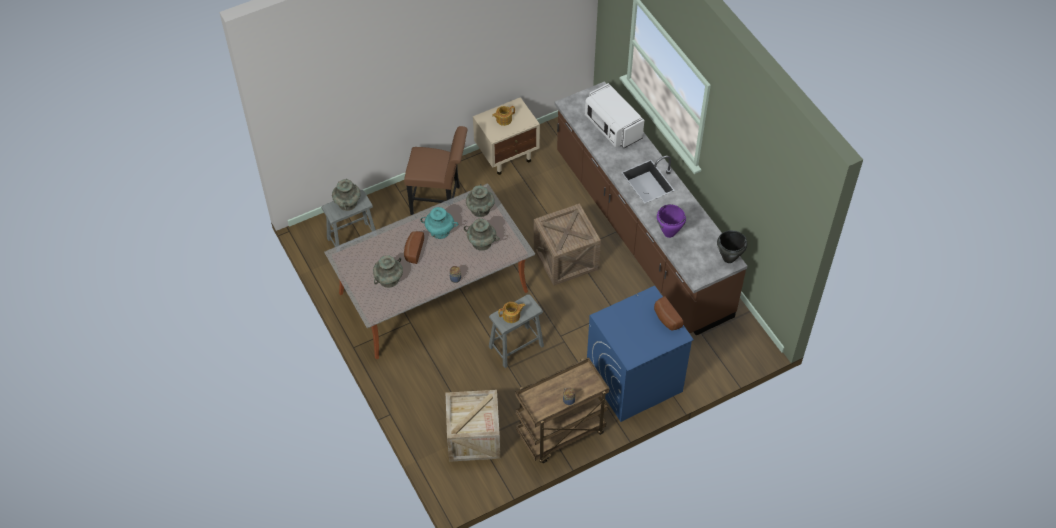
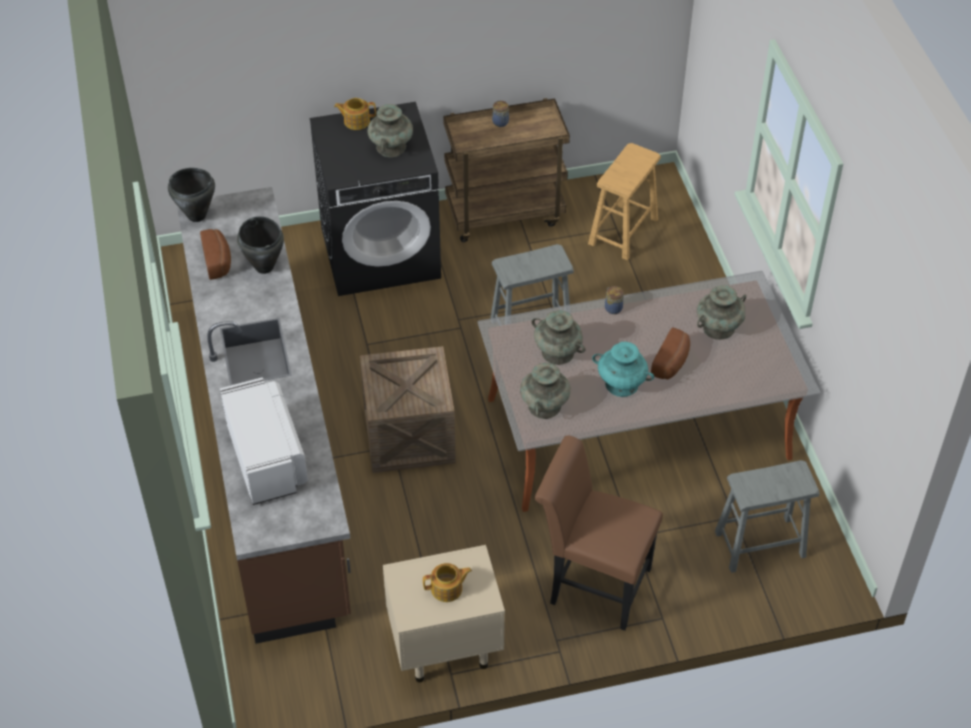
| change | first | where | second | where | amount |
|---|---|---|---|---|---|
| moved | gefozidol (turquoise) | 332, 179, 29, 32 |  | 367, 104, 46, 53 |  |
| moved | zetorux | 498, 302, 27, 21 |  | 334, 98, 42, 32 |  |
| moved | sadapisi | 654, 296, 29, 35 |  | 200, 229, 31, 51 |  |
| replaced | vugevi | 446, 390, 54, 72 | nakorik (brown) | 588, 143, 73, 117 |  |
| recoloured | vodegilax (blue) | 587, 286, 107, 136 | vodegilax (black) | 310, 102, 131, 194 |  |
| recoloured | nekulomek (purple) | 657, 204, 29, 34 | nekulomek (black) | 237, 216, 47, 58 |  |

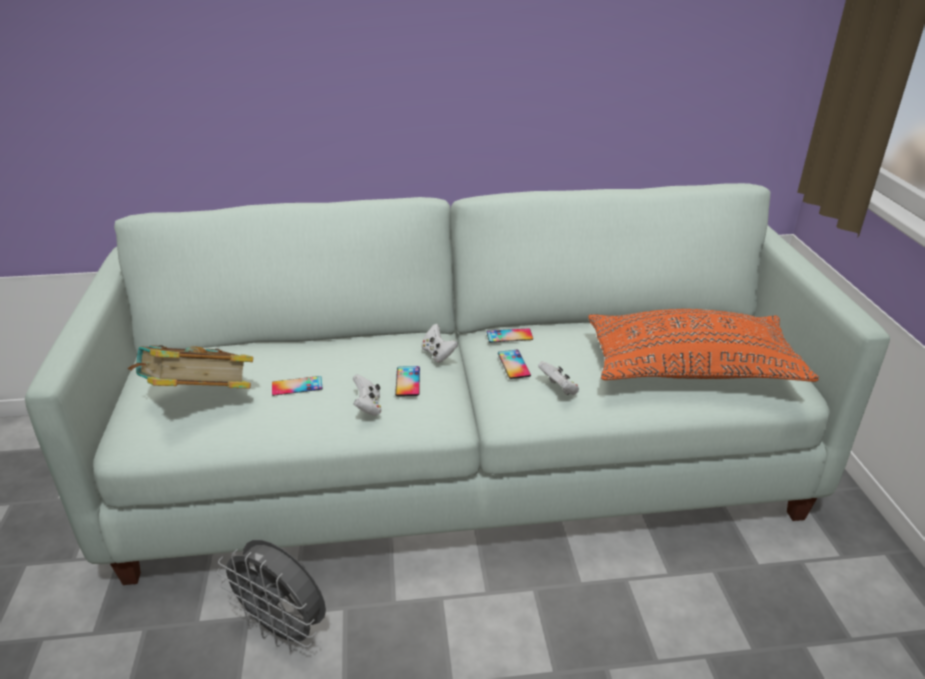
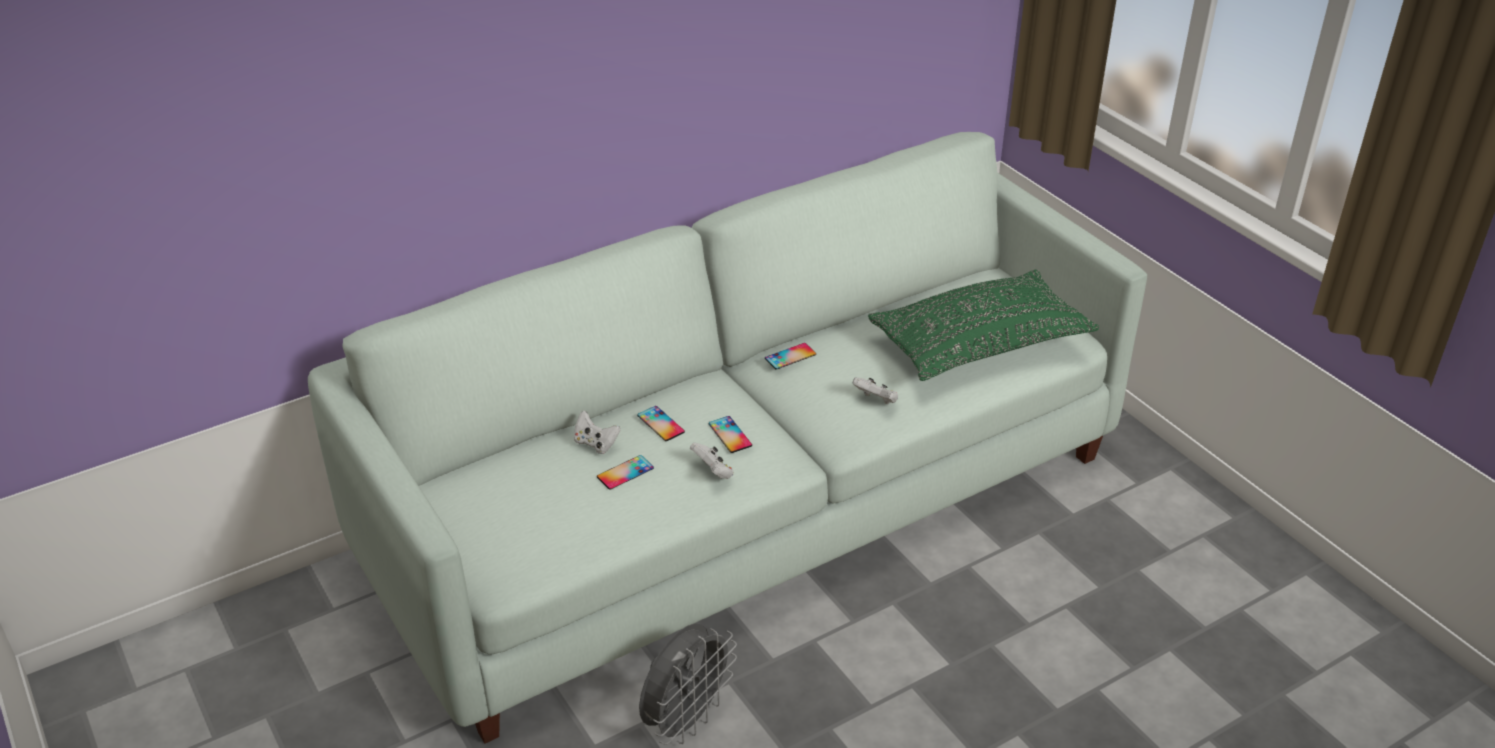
| change | first | where | second | where | amount |
|---|---|---|---|---|---|
| removed | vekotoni | 128, 345, 125, 44 |  |  |  |
| moved | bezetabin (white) | 421, 324, 37, 38 |  | 574, 411, 46, 43 |  |
| moved | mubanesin | 498, 350, 33, 29 |  | 637, 406, 48, 35 |  |
| recoloured | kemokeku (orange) | 589, 309, 230, 73 | kemokeku (green) | 868, 270, 231, 111 |  |
| turned | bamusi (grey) | 217, 540, 109, 111 |  | 639, 623, 98, 122 | 60 degrees counterclockwise |

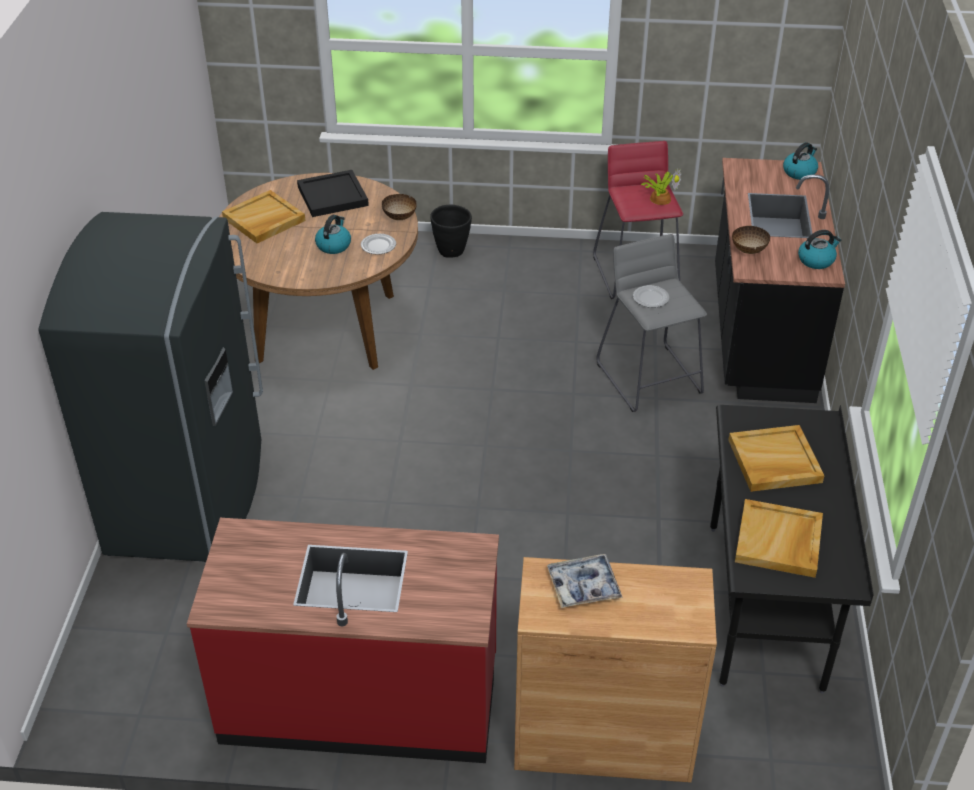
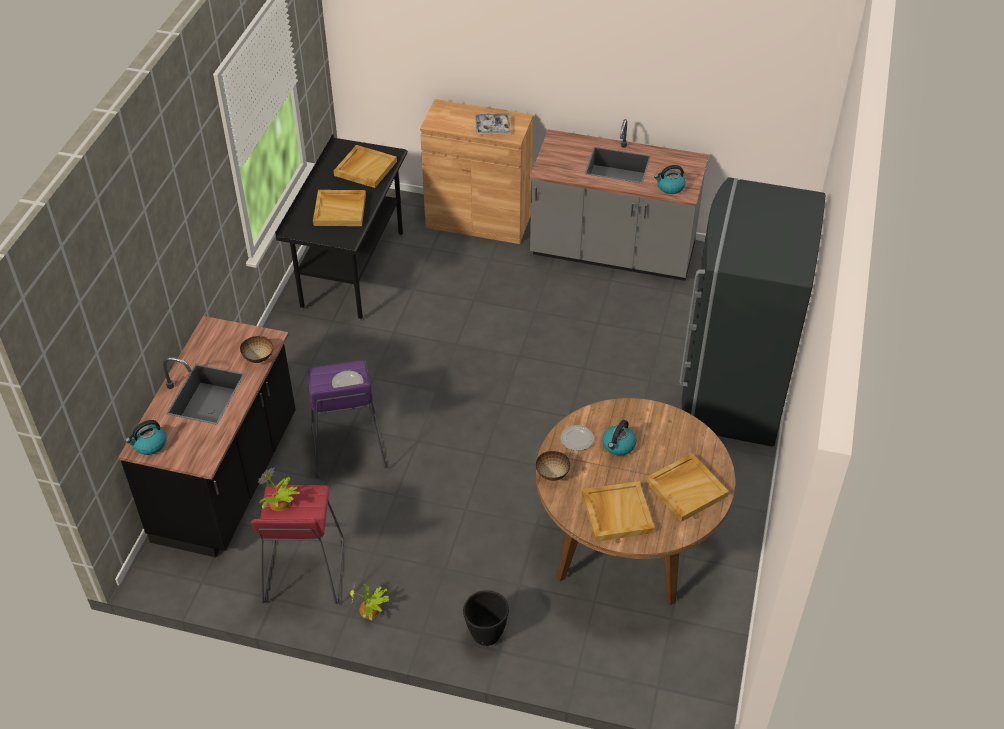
| change | first | where | second | where | amount |
|---|---|---|---|---|---|
| added |  |  | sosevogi | 350, 584, 40, 36 |  |
| moved | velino | 798, 230, 44, 39 |  | 654, 165, 32, 29 |  |
| recoloured | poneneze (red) | 187, 518, 312, 245 | poneneze (grey) | 529, 119, 180, 162 |  |
| recoloured | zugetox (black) | 297, 170, 72, 47 | zugetox (beige) | 582, 481, 72, 61 |  |
| recoloured | nakorik (grey) | 596, 234, 111, 178 | nakorik (purple) | 307, 360, 80, 119 |  |

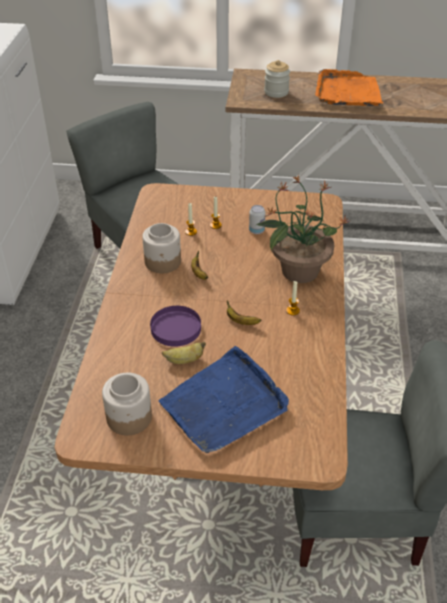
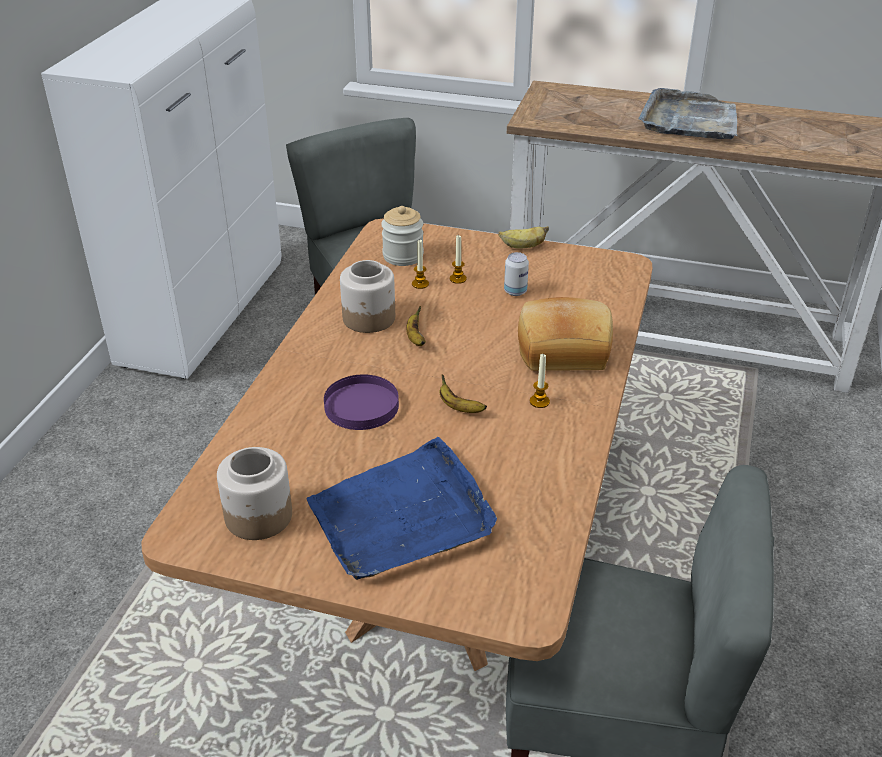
| change | first | where | second | where | amount |
|---|---|---|---|---|---|
| moved | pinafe | 162, 342, 44, 22 |  | 498, 226, 51, 22 |  |
| moved | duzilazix | 264, 60, 26, 38 |  | 381, 206, 43, 60 |  |
| replaced | sosevogi | 256, 175, 95, 108 | sadapisi | 518, 297, 95, 74 |  |
| recoloured | zugetox (orange) | 315, 69, 68, 37 | zugetox (grey) | 638, 88, 99, 51 |  |

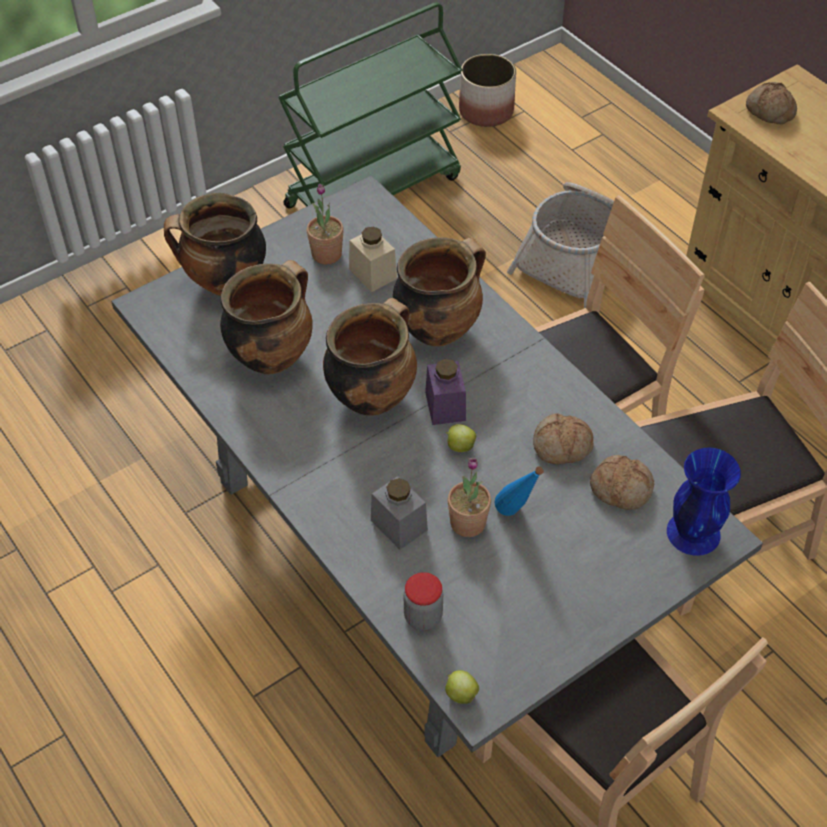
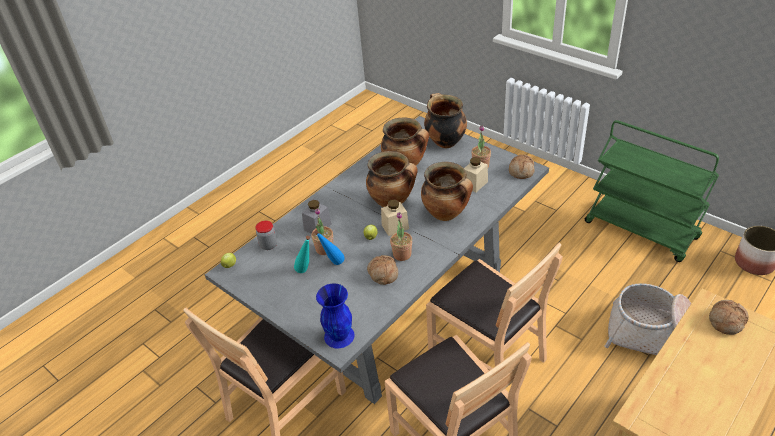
| change | first | where | second | where | amount |
|---|---|---|---|---|---|
| added |  |  | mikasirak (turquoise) | 294, 236, 16, 37 |  |
| added |  |  | sosevogi | 390, 212, 22, 49 |  |
| moved | sadapisi | 590, 455, 64, 55 |  | 509, 154, 26, 25 |  |
| recoloured | duzilazix (purple) | 425, 359, 41, 66 | duzilazix (beige) | 381, 200, 28, 36 |  |

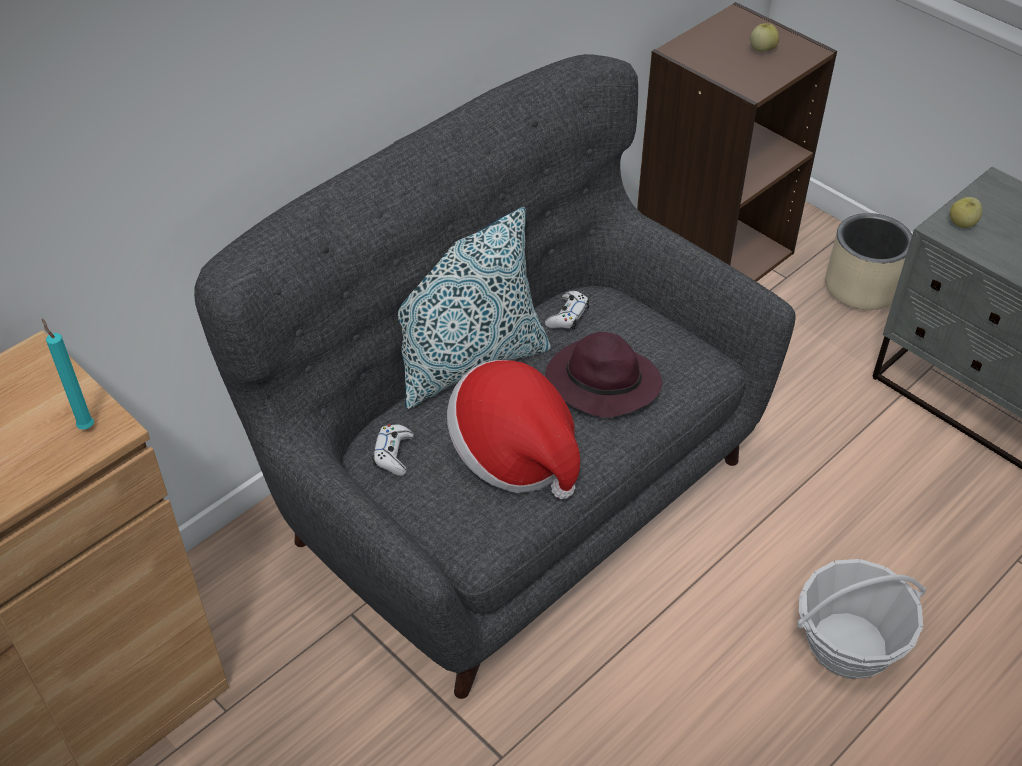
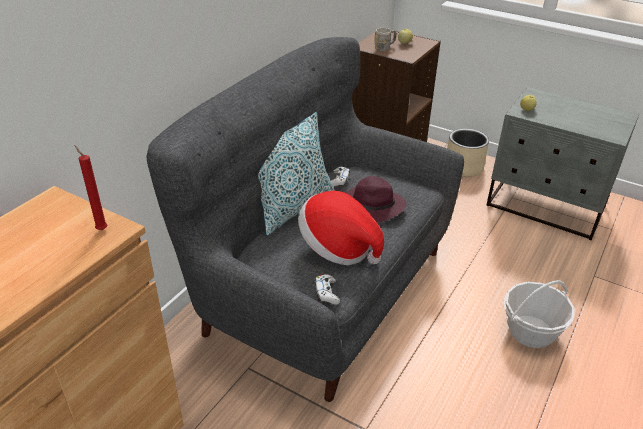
| change | first | where | second | where | amount |
|---|---|---|---|---|---|
| added |  |  | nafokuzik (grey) | 374, 28, 23, 24 |  |
| moved | bezetabin (white) | 372, 424, 42, 52 |  | 315, 274, 25, 30 |  |
| recoloured | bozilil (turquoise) | 42, 319, 52, 111 | bozilil (red) | 75, 145, 32, 85 |  |

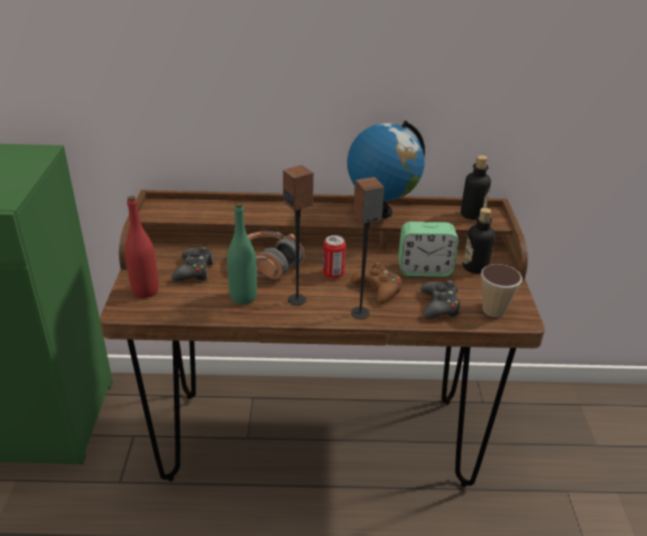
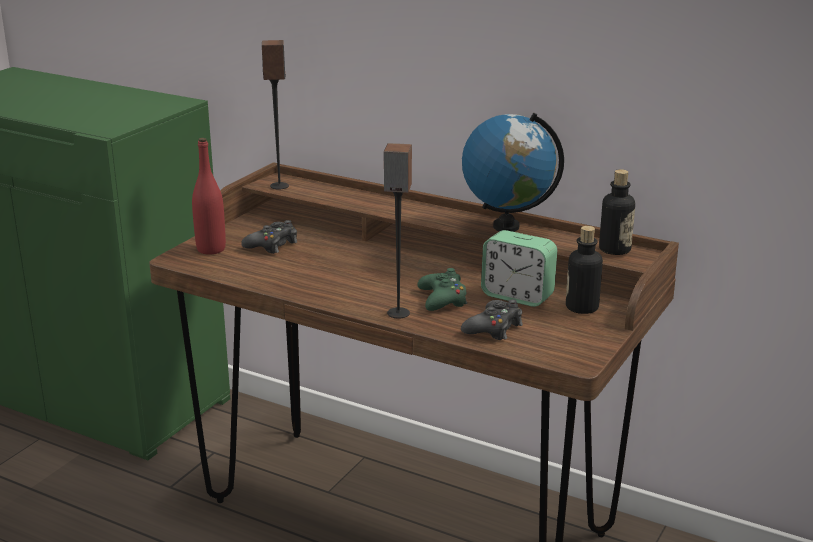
| change | first | where | second | where | amount |
|---|---|---|---|---|---|
| removed | mikasirak (green) | 227, 202, 30, 103 |  |  |  |
| removed | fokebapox | 247, 231, 58, 49 |  |  |  |
| removed | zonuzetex | 323, 235, 23, 43 |  |  |  |
| removed | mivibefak | 481, 264, 41, 53 |  |  |  |
| moved | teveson | 283, 165, 31, 141 |  | 262, 40, 27, 149 |  |
| recoloured | bezetabin (brown) | 351, 262, 51, 42 | bezetabin (green) | 417, 268, 50, 43 |  |

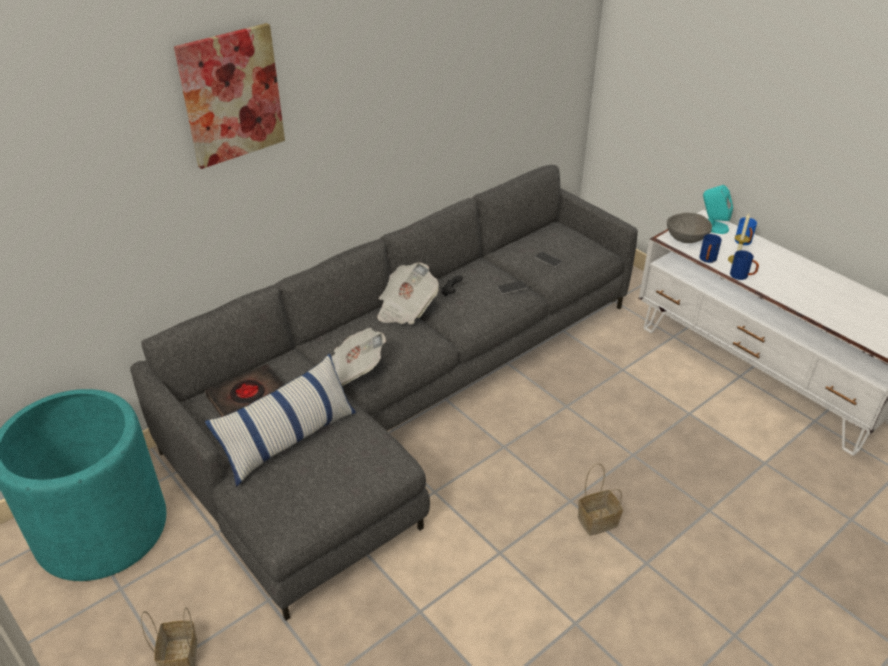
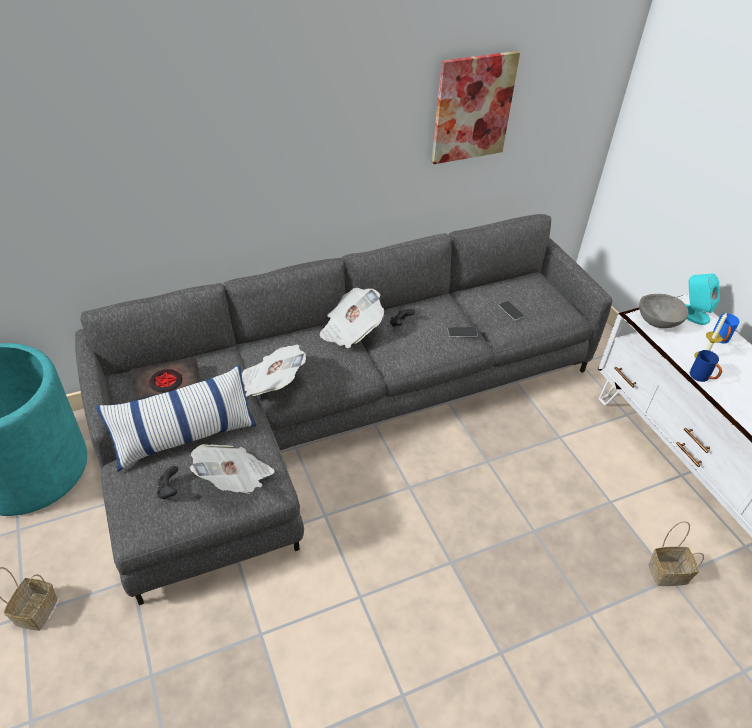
| change | first | where | second | where | amount |
|---|---|---|---|---|---|
| removed | nafokuzik (blue) | 699, 234, 23, 29 |  |  |  |
| added |  |  | bezetabin (black) | 157, 466, 21, 33 |  |
| added |  |  | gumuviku | 190, 444, 85, 50 |  |
| moved | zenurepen | 174, 23, 111, 146 |  | 431, 51, 89, 113 |  |
| moved | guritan | 578, 463, 45, 73 |  | 648, 521, 56, 65 |  |

